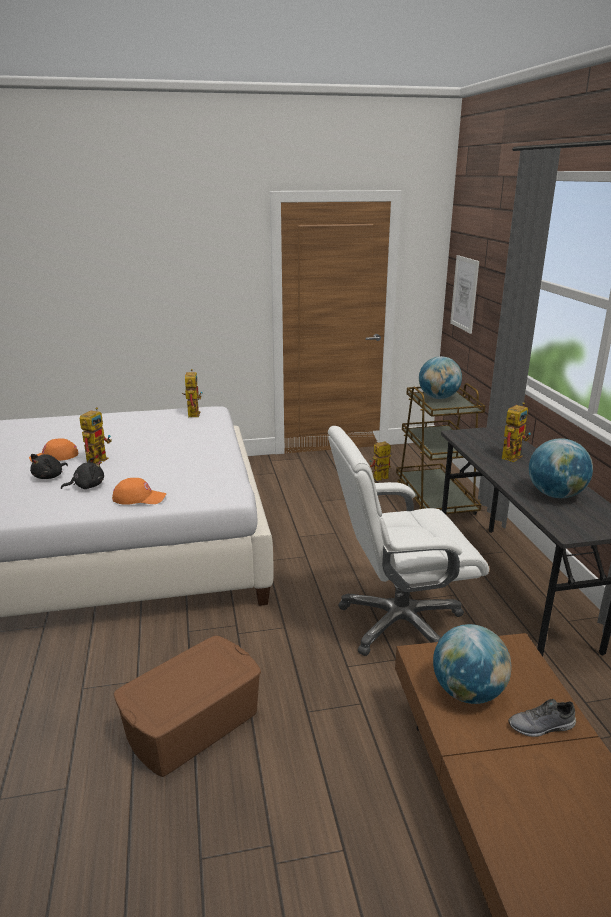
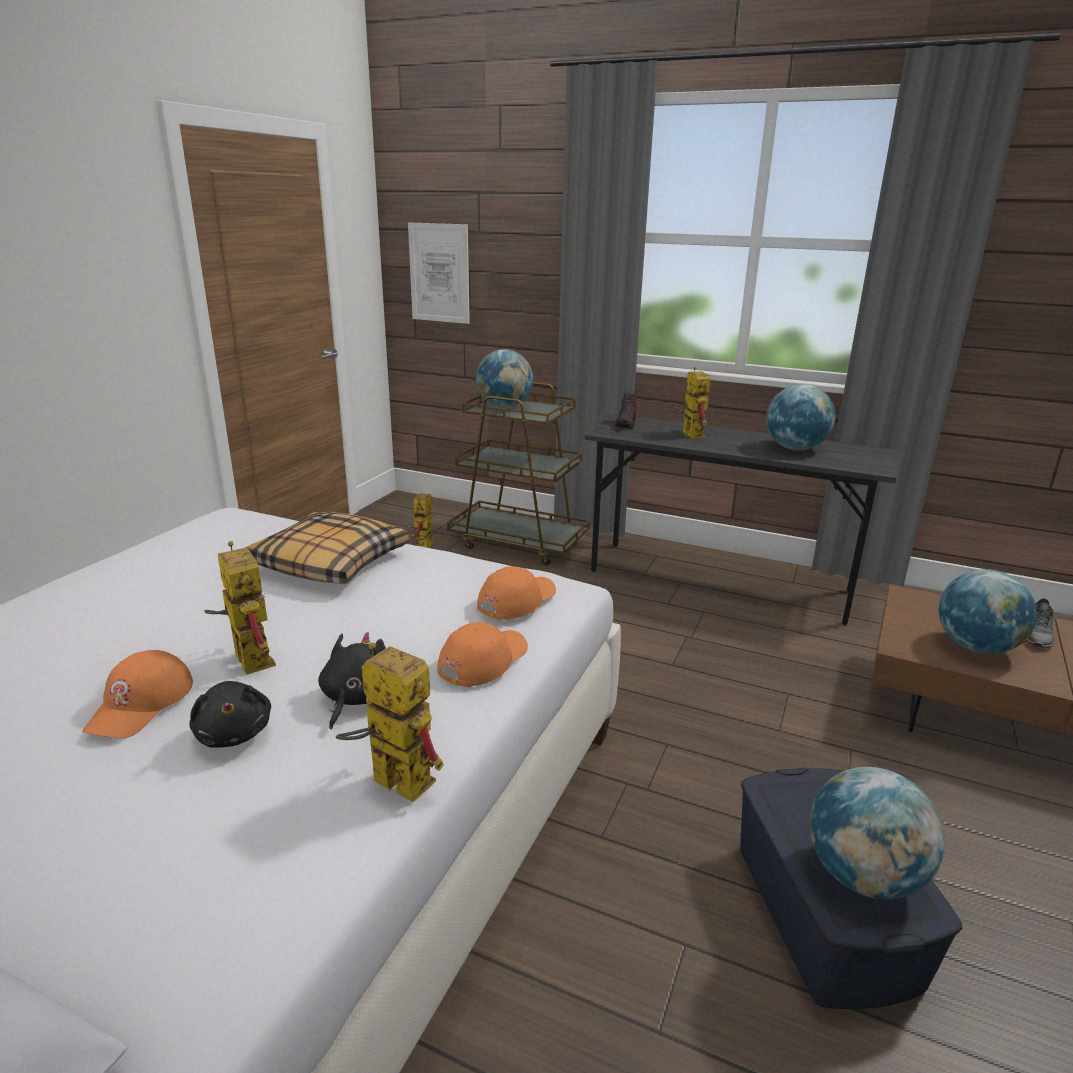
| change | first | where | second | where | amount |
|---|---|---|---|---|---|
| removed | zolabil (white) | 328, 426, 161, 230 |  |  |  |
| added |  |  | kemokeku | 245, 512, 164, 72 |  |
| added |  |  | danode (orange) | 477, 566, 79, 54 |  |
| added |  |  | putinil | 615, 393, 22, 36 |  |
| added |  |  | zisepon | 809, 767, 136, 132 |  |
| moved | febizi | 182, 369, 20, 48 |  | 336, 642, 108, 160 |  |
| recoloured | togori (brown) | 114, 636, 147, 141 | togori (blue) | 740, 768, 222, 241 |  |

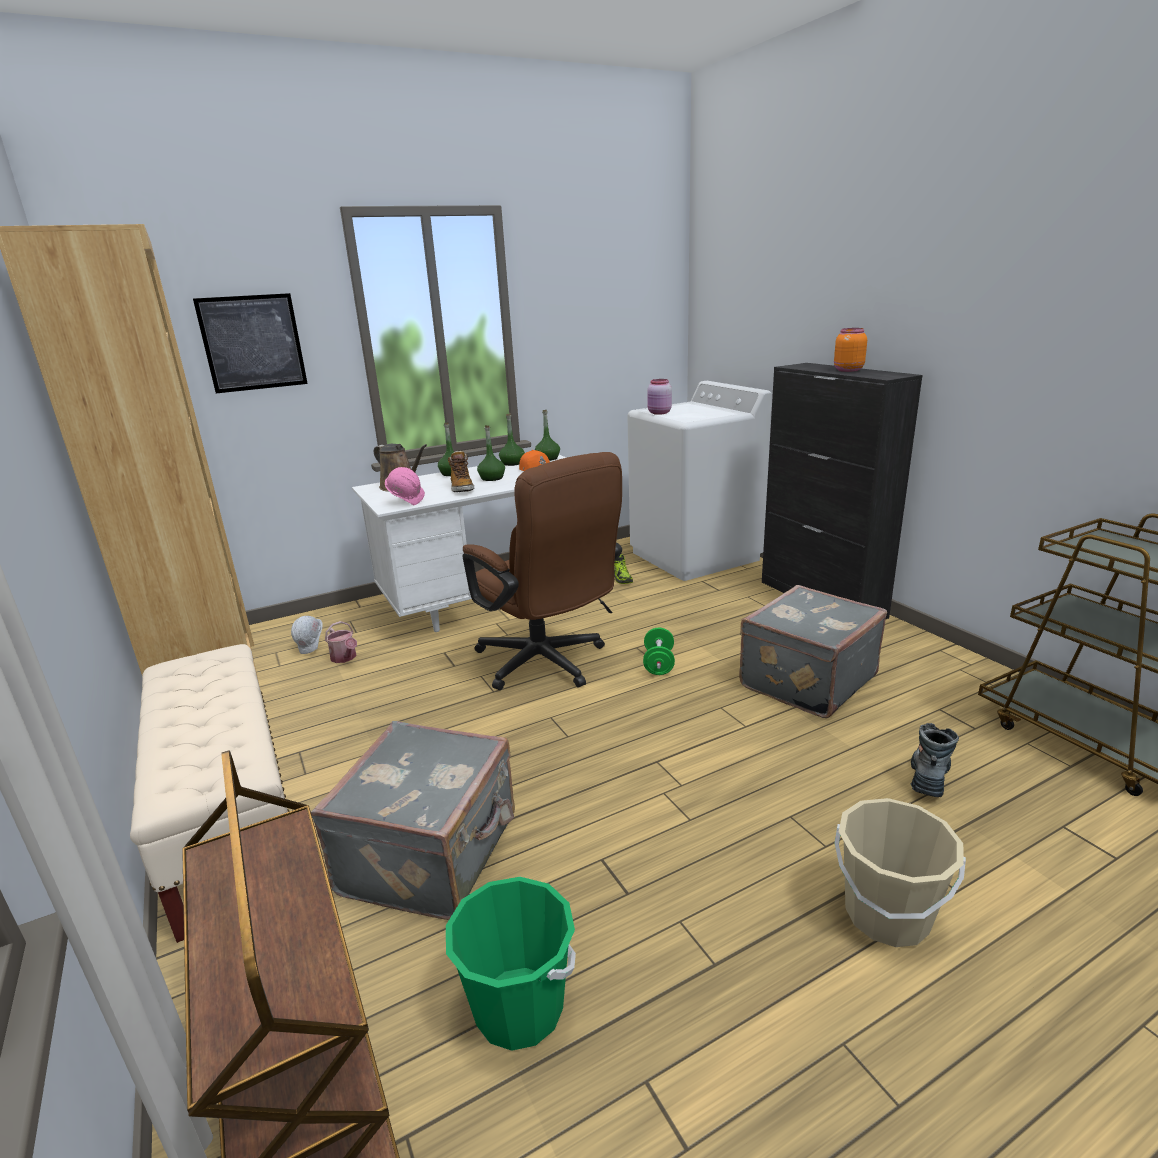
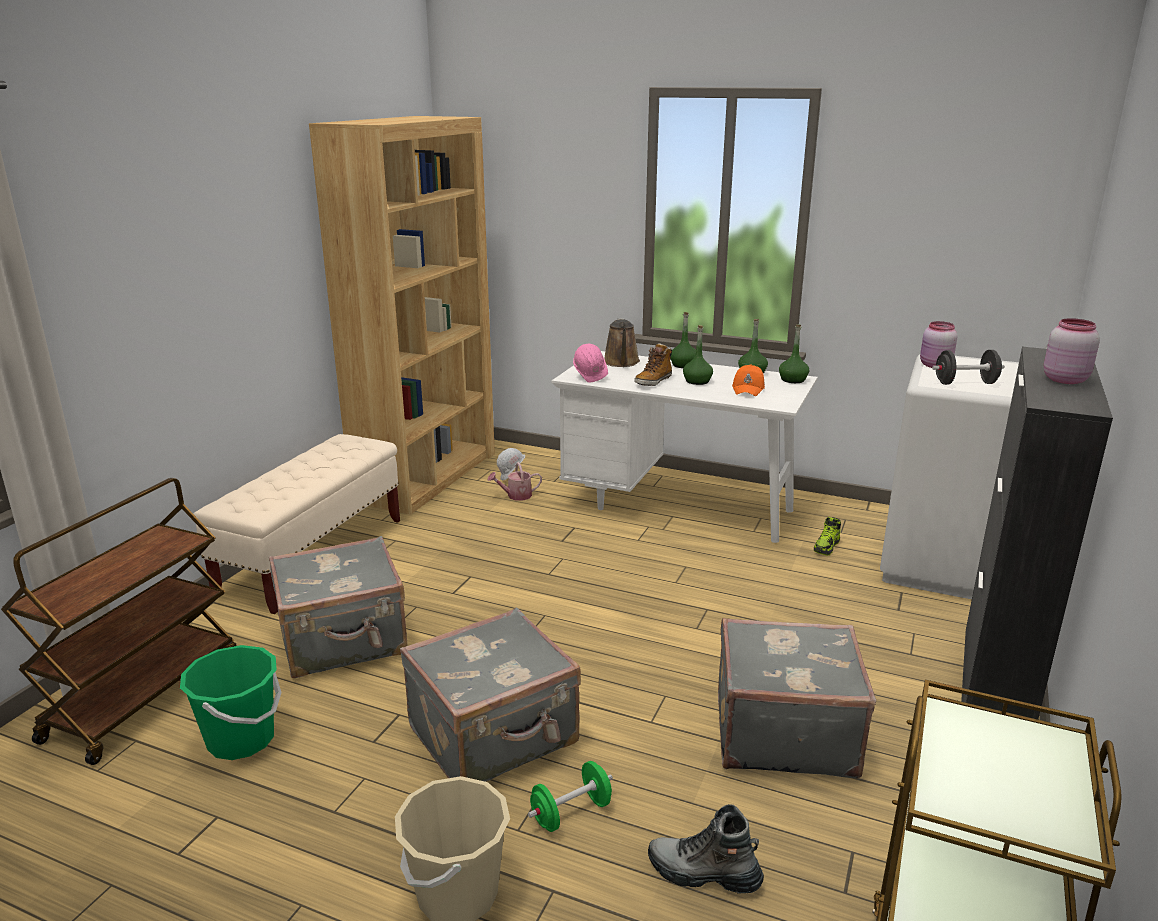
| change | first | where | second | where | amount |
|---|---|---|---|---|---|
| removed | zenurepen | 193, 293, 115, 100 |  |  |  |
| removed | zolabil (brown) | 462, 452, 160, 238 |  |  |  |
| added |  |  | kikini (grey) | 400, 608, 181, 174 |  |
| added |  |  | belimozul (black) | 932, 350, 73, 35 |  |
| moved | belimozul (green) | 643, 628, 32, 47 |  | 528, 761, 85, 71 |  |
| recoloured | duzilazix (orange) | 834, 328, 33, 44 | duzilazix (pink) | 1044, 318, 56, 66 |  |
| turned | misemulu | 325, 621, 32, 42 |  | 488, 462, 54, 39 | 60 degrees clockwise |
| turned | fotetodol | 911, 723, 48, 74 |  | 648, 804, 116, 90 | 150 degrees counterclockwise |

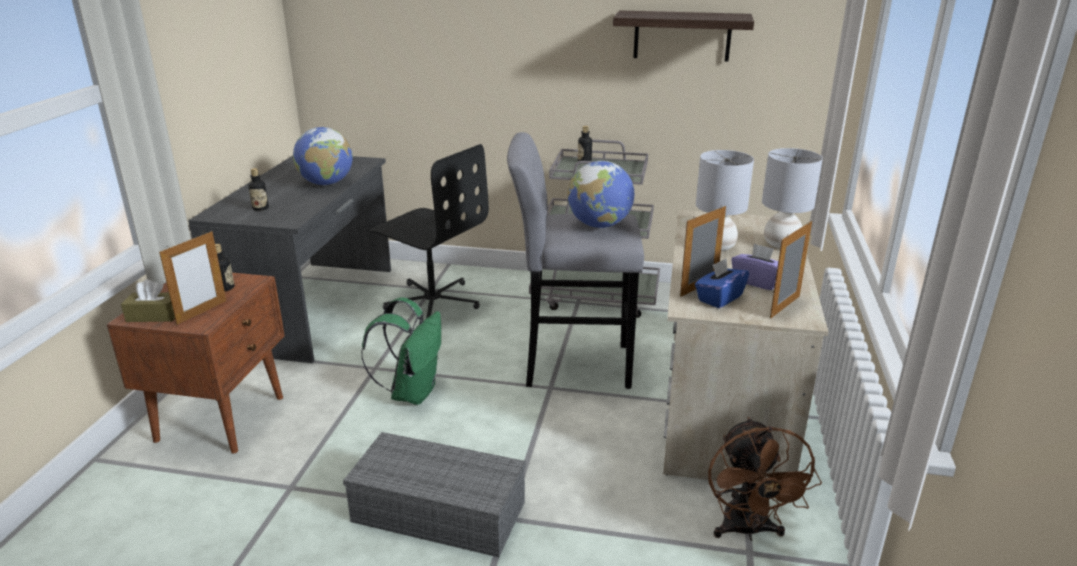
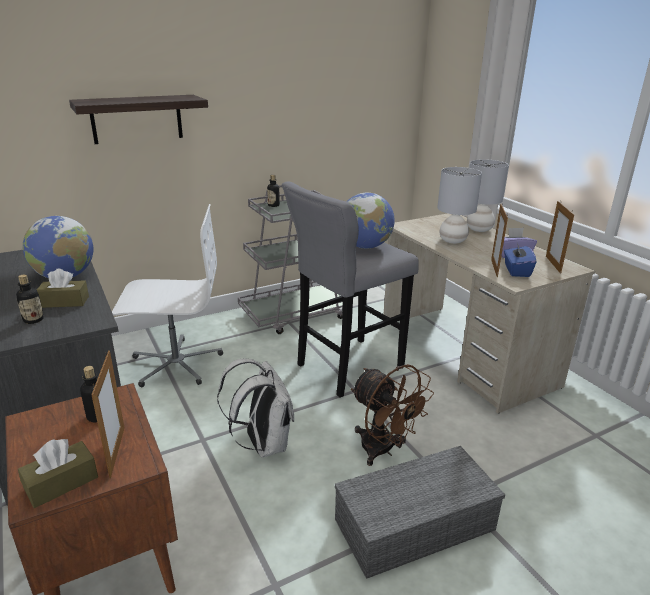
| change | first | where | second | where | amount |
|---|---|---|---|---|---|
| added |  |  | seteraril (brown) | 37, 269, 52, 39 |  |
| moved | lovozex | 613, 10, 141, 52 |  | 69, 95, 139, 49 |  |
| moved | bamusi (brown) | 708, 417, 114, 124 |  | 351, 364, 83, 102 |  |
| recoloured | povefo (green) | 361, 297, 80, 108 | povefo (white) | 217, 358, 77, 99 |  |
| recoloured | zolabil (black) | 369, 144, 120, 175 | zolabil (white) | 112, 204, 111, 183 |  |

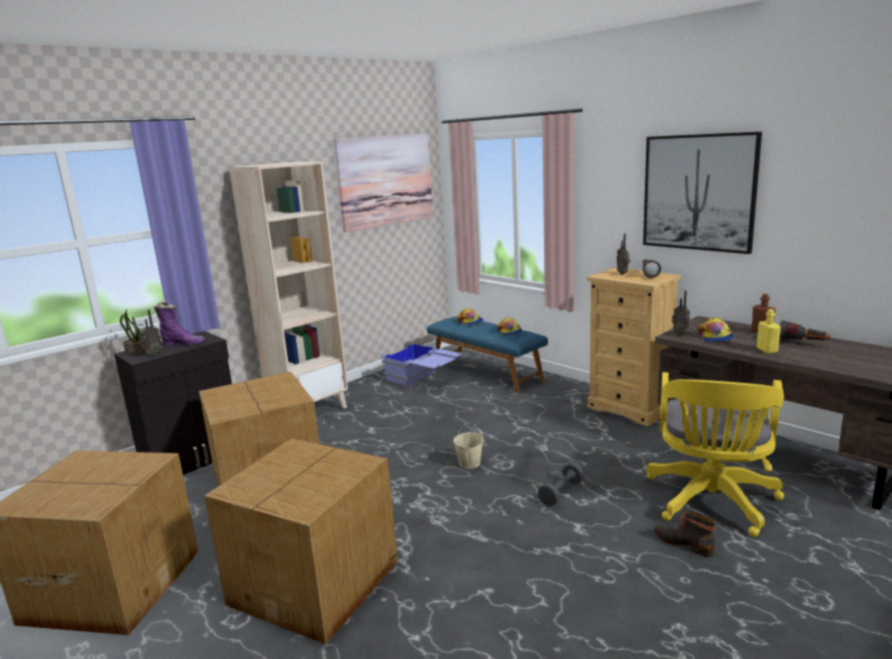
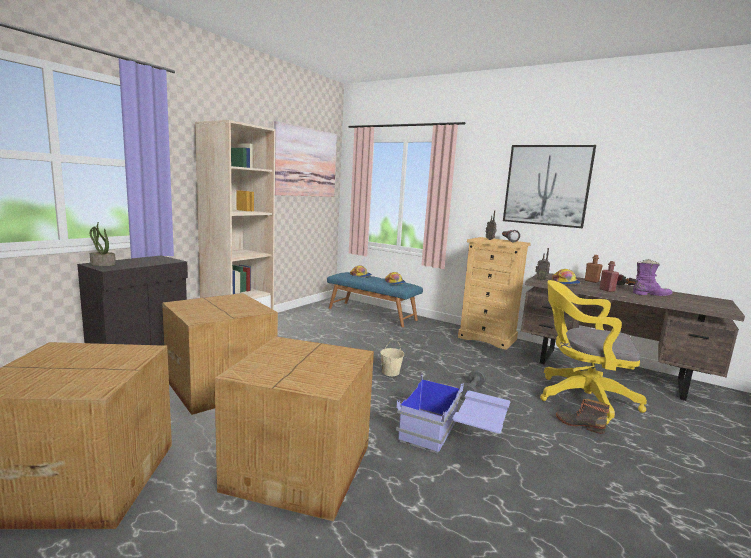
| change | first | where | second | where | amount |
|---|---|---|---|---|---|
| removed | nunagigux | 139, 310, 23, 46 |  |  |  |
| moved | fotetodol (purple) | 154, 302, 51, 44 |  | 633, 259, 40, 37 |  |
| moved | togori (blue) | 380, 340, 82, 47 |  | 396, 373, 115, 81 |  |
| recoloured | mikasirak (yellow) | 757, 309, 24, 45 | mikasirak (red) | 599, 261, 20, 31 |  |
| turned | zolabil (yellow) | 646, 372, 138, 165 |  | 540, 280, 107, 145 | 105 degrees clockwise |

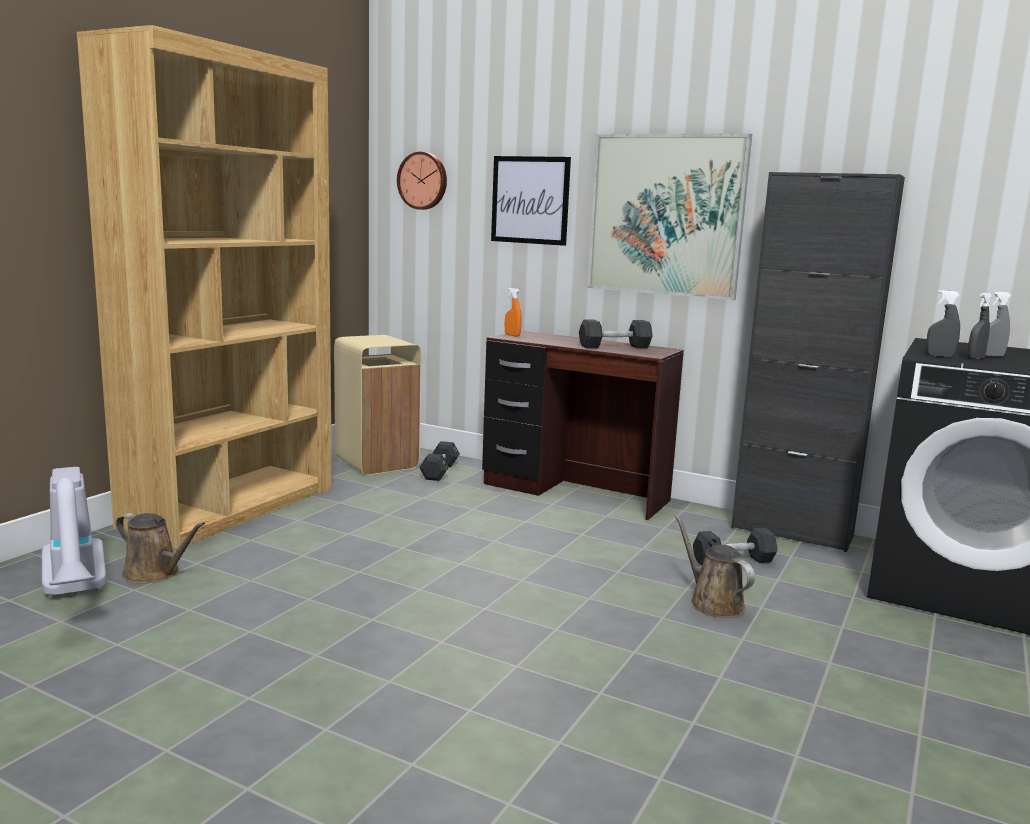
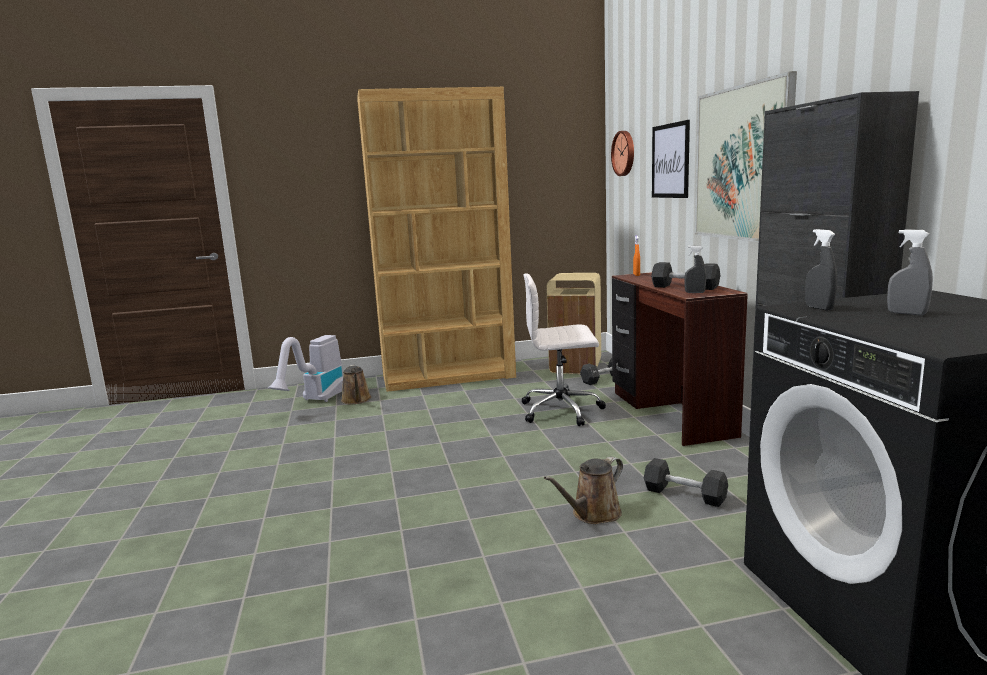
| change | first | where | second | where | amount |
|---|---|---|---|---|---|
| added |  |  | zolabil (white) | 522, 273, 84, 153 |  |
| moved | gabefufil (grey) | 967, 293, 25, 66 |  | 684, 245, 22, 48 |  |
| turned | misemulu (brown) | 675, 515, 80, 103 |  | 544, 457, 79, 67 | 150 degrees counterclockwise |

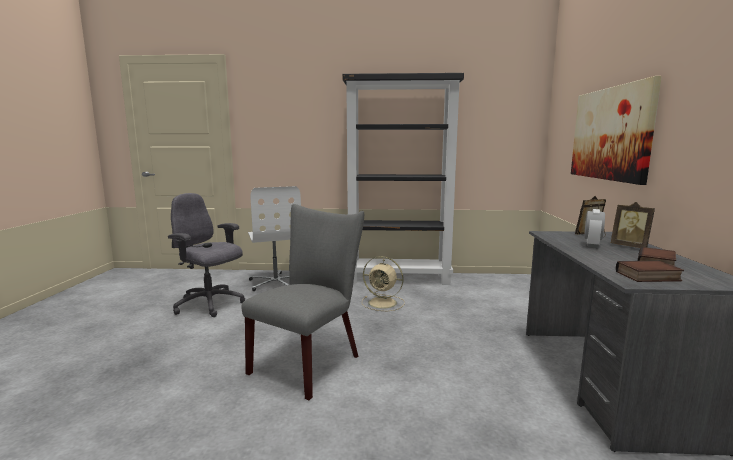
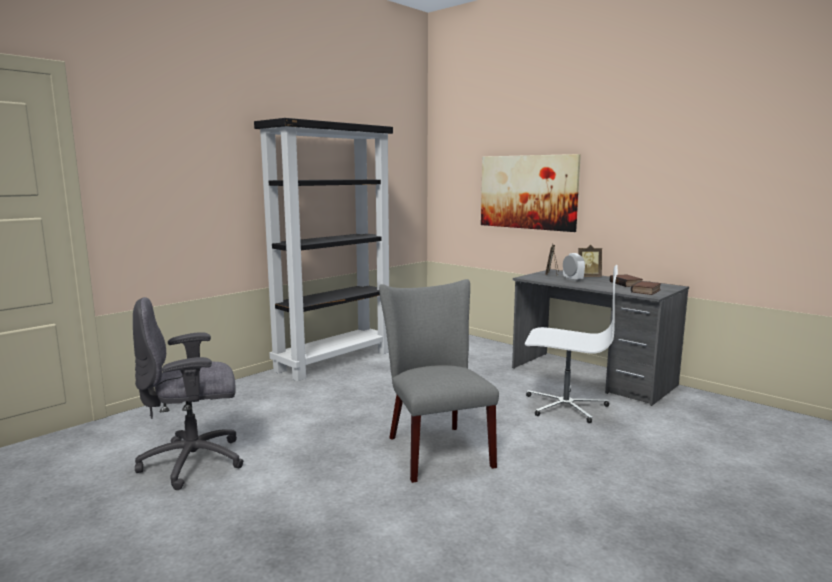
| change | first | where | second | where | amount |
|---|---|---|---|---|---|
| removed | bamusi (beige) | 362, 256, 43, 55 |  |  |  |
| moved | zolabil (white) | 248, 186, 53, 105 |  | 525, 265, 93, 158 |  |

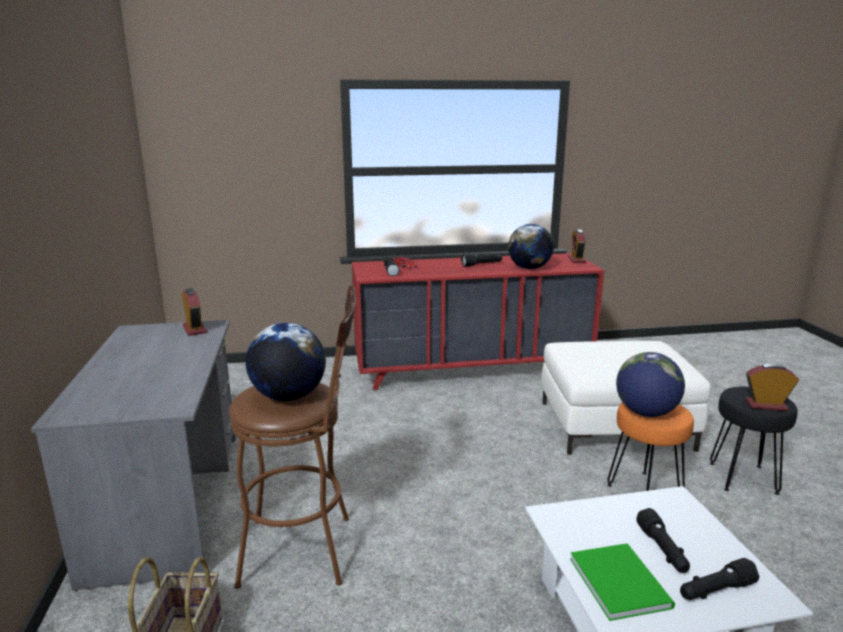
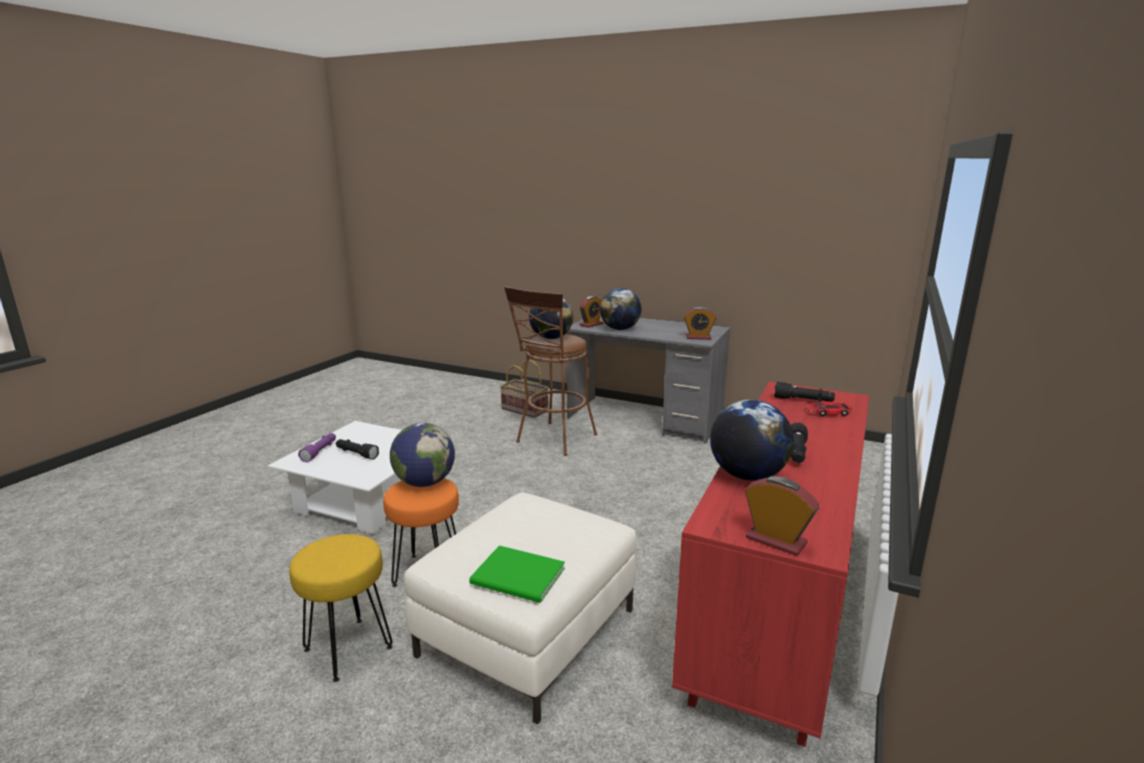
| change | first | where | second | where | amount |
|---|---|---|---|---|---|
| added |  |  | zisepon | 600, 288, 42, 42 |  |
| moved | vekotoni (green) | 570, 543, 105, 78 |  | 469, 545, 96, 58 |  |
| moved | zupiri | 745, 363, 54, 48 |  | 579, 296, 24, 32 |  |
| recoloured | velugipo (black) | 680, 558, 79, 42 | velugipo (purple) | 298, 433, 38, 29 |  |
| recoloured | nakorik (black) | 710, 387, 88, 108 | nakorik (yellow) | 289, 534, 104, 148 |  |

